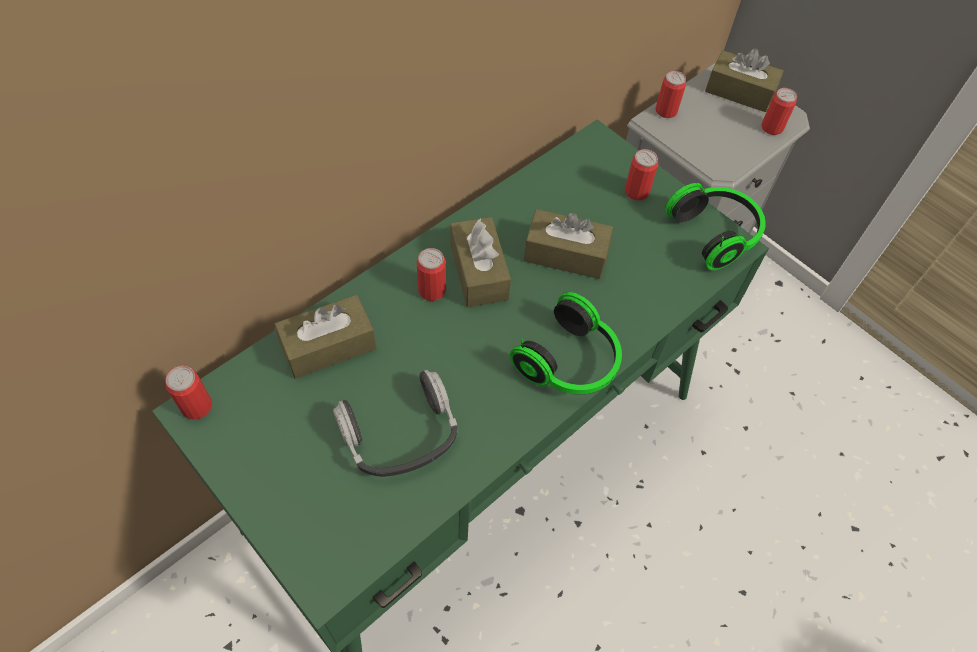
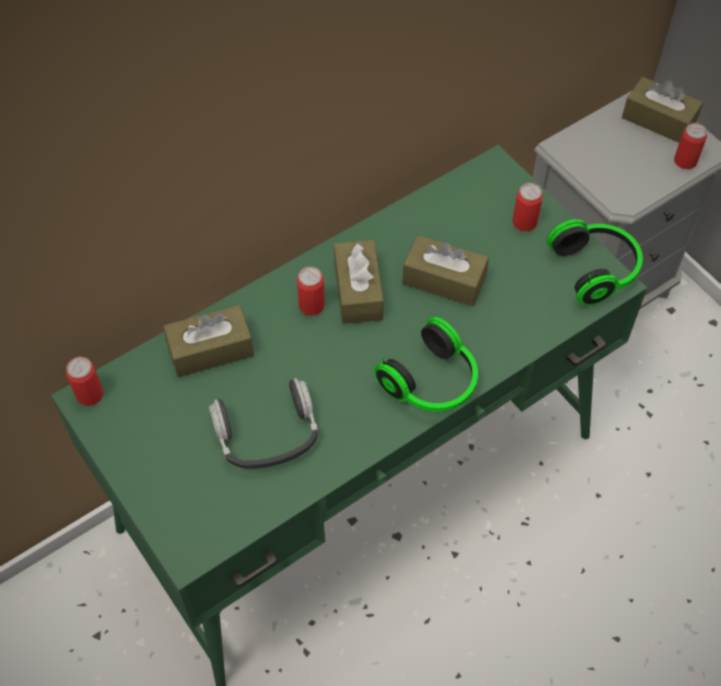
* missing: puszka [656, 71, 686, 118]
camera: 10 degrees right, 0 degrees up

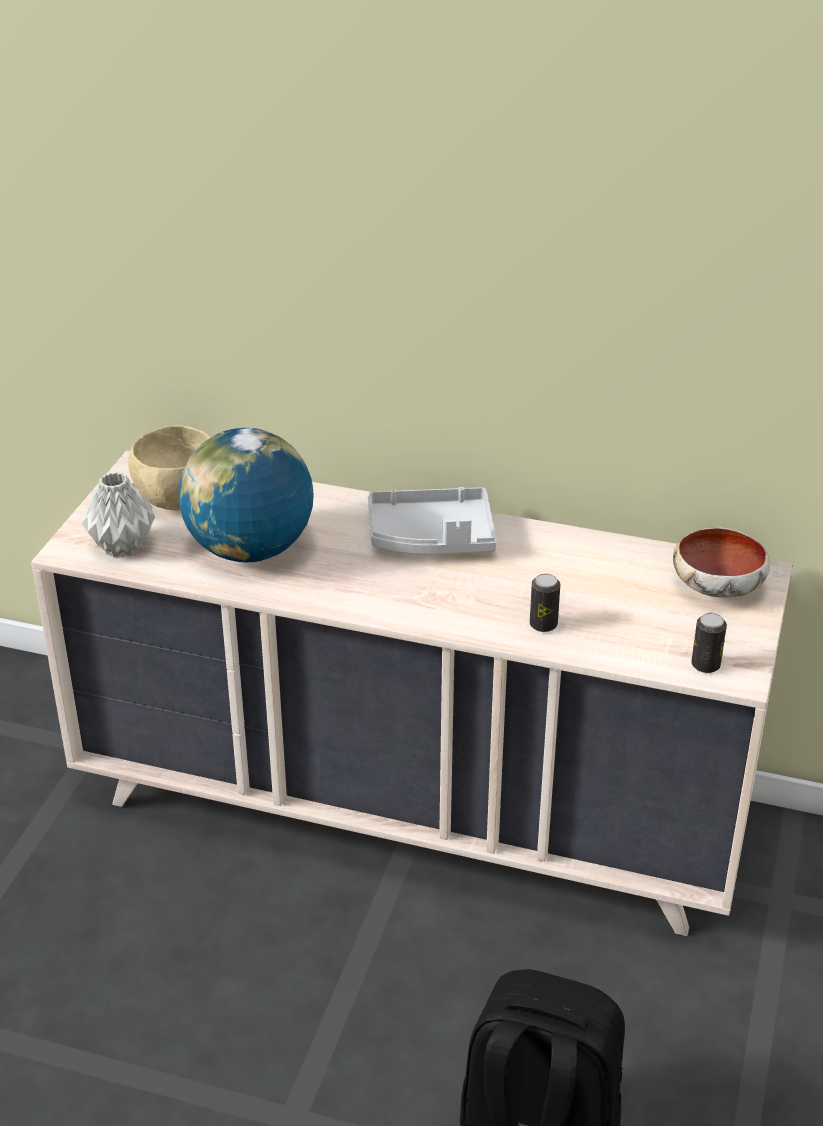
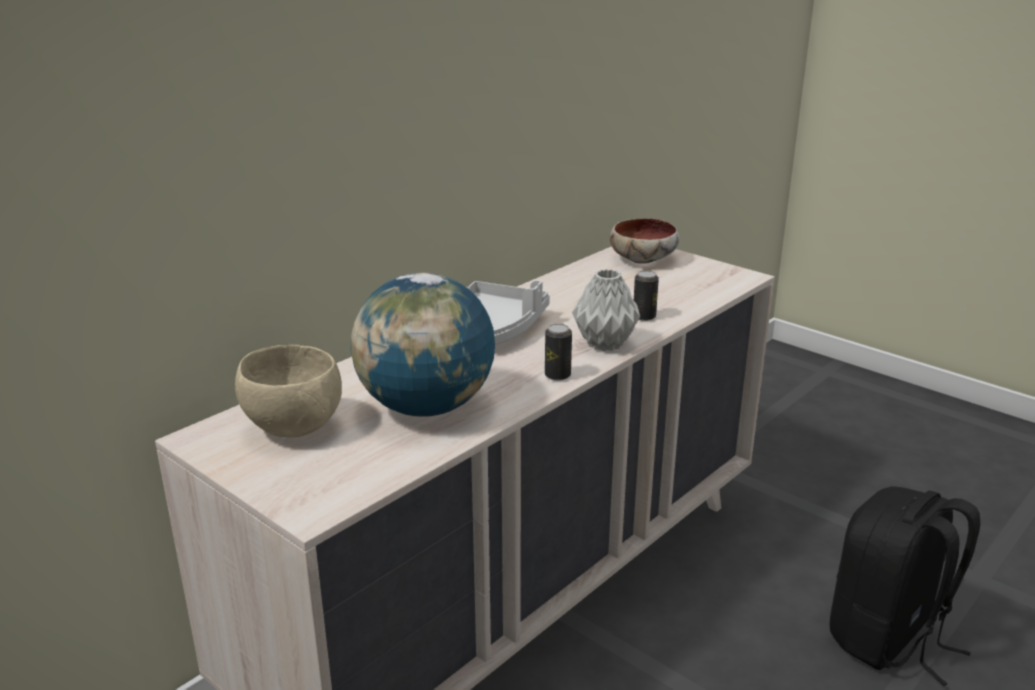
* relocated: wazon [szary] [82, 472, 155, 558] to [572, 269, 640, 351]
* relocated: puszka [691, 613, 727, 673] to [545, 324, 572, 381]
camera: 65 degrees left, 10 degrees down

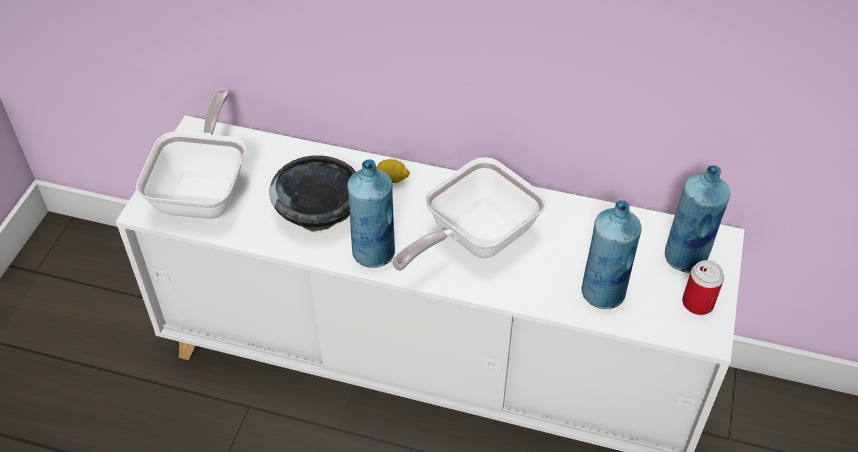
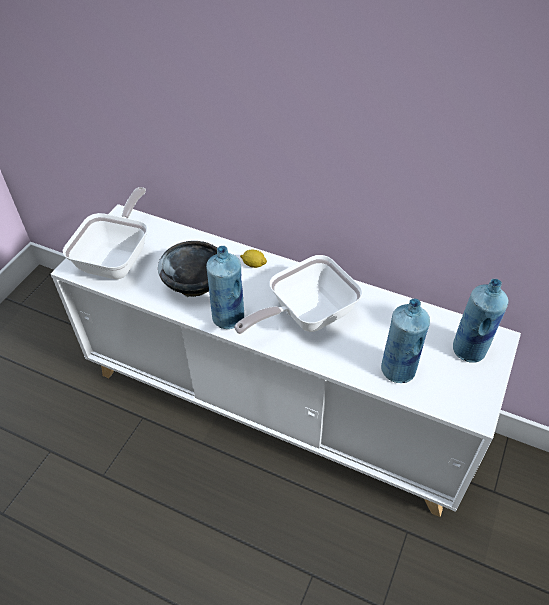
* missing: puszka [682, 260, 724, 315]
camera: 10 degrees right, 0 degrees up

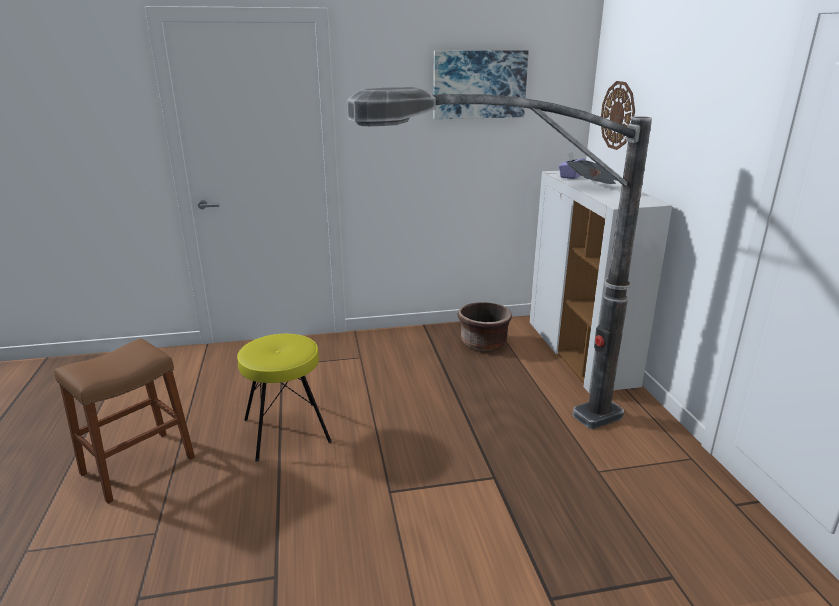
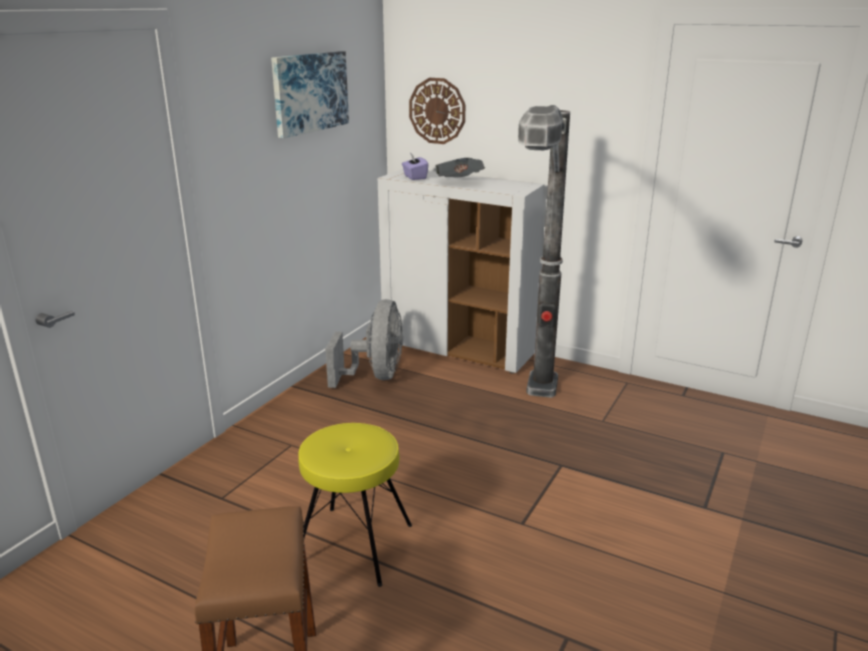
* exchanged: donica [brązowy] [457, 302, 512, 351] to wentylator [szary] [325, 299, 403, 388]
camera: 50 degrees left, 0 degrees up

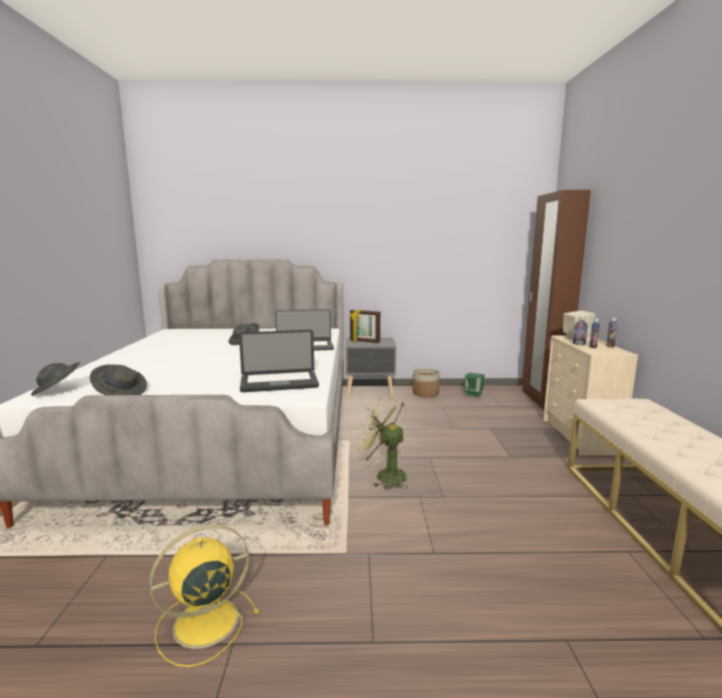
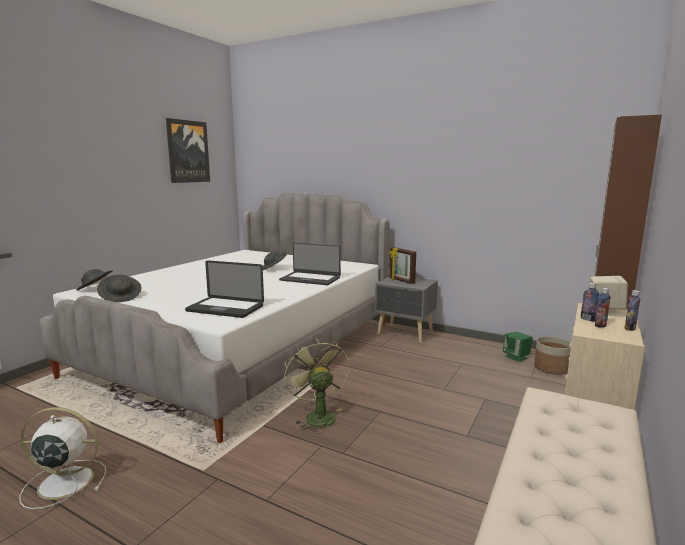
* relocated: donica [412, 368, 440, 397] to [534, 336, 571, 375]
* colour: wentylator [żółty] [149, 524, 259, 667] to wentylator [biały] [19, 407, 106, 509]
* appeared: obraz [166, 118, 210, 183]
camera: 30 degrees right, 0 degrees up

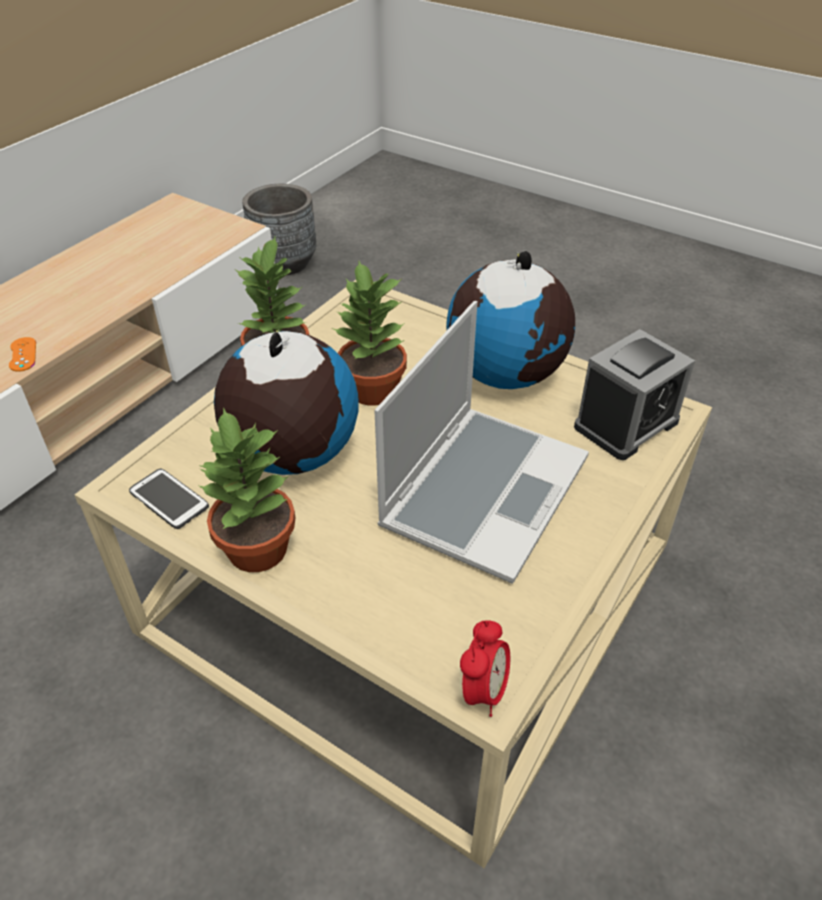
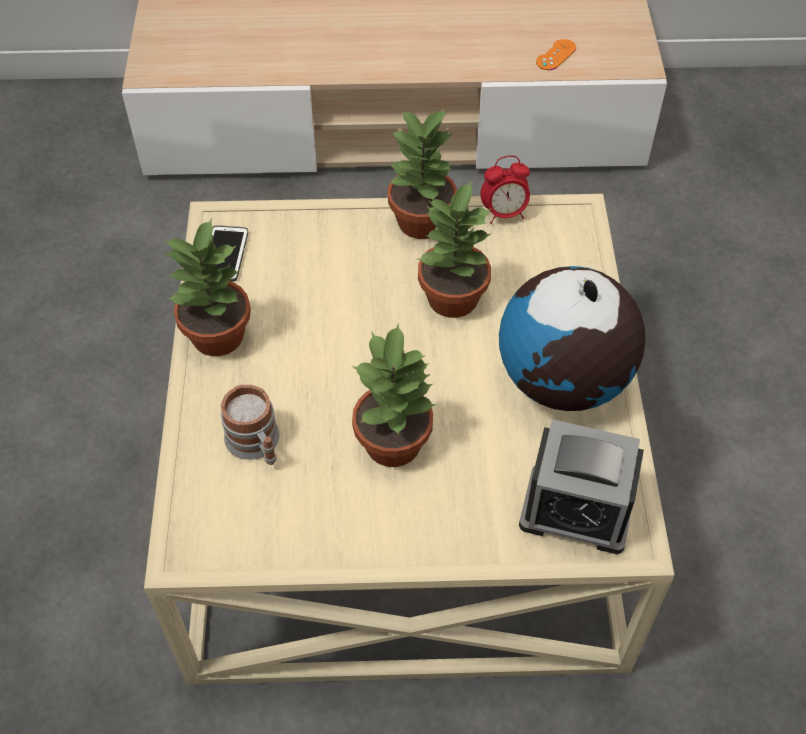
* missing: donica [szary] [242, 184, 316, 275]
* exchanged: laptop [374, 301, 589, 584] to roślina doniczkowa [352, 323, 436, 467]
* missing: globus [214, 330, 359, 475]
* relocated: pad do gier [pomarańczowy] [9, 337, 36, 372] to [536, 39, 576, 70]
* relocated: budzik [460, 620, 510, 717] to [480, 155, 530, 224]
* appeared: kubek [221, 384, 280, 465]
camera: 55 degrees right, 10 degrees up

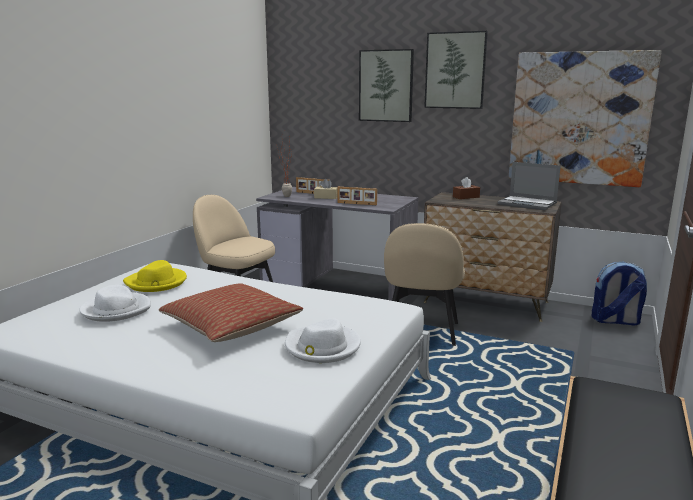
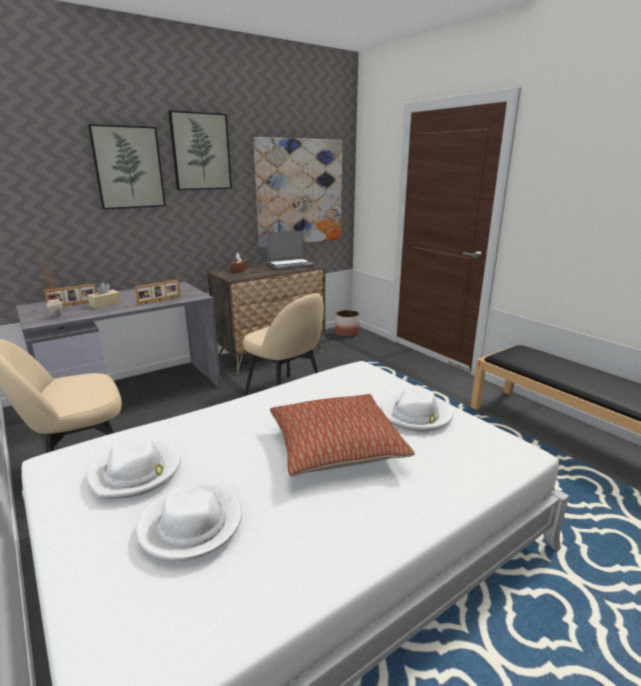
* colour: kapelusz [żółty] [123, 260, 187, 292] to kapelusz [biały] [87, 436, 181, 499]
* exchanged: plecak [592, 262, 647, 326] to donica [335, 310, 360, 337]
camera: 60 degrees left, 5 degrees up

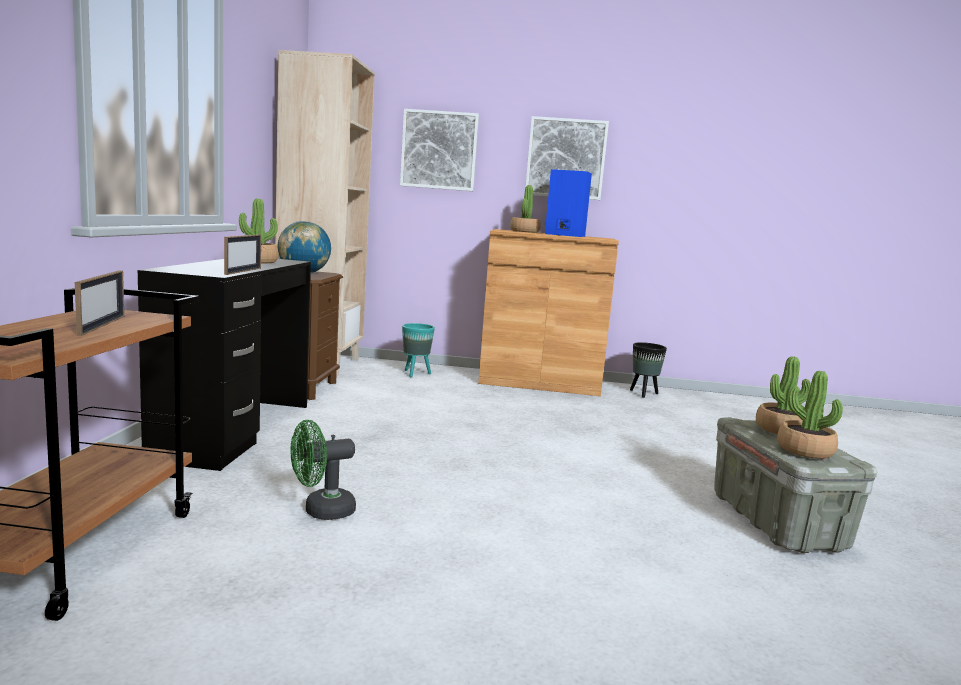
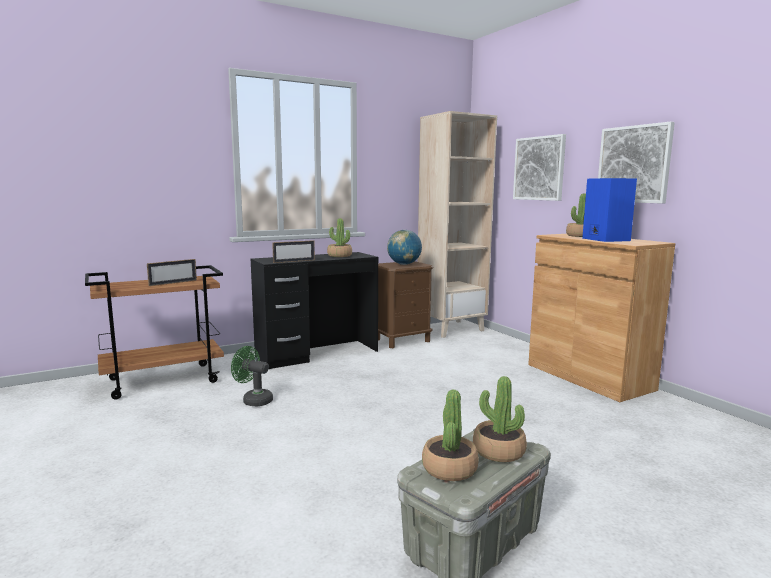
* missing: donica [turkusowy] [402, 323, 435, 377]
* missing: donica [czarny] [630, 342, 667, 398]
camera: 55 degrees right, 0 degrees up

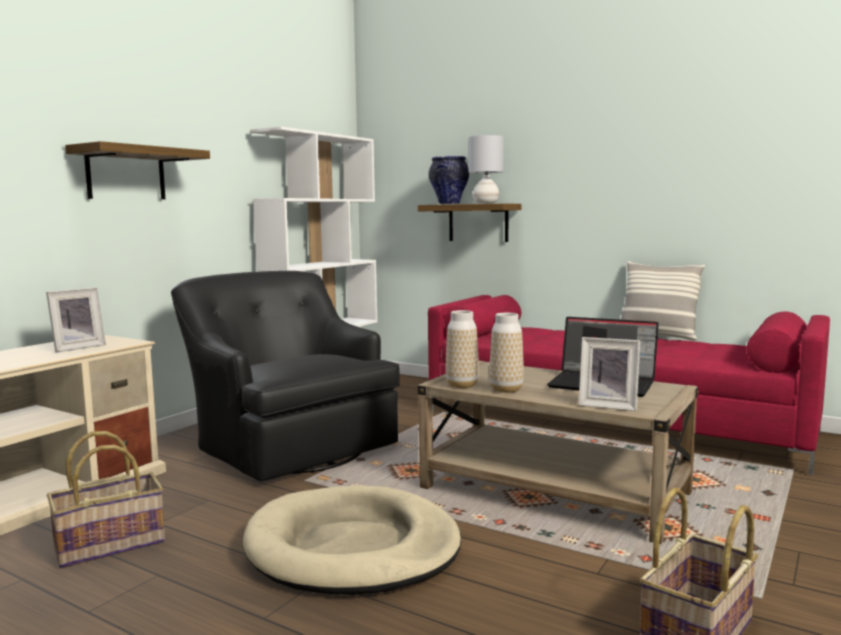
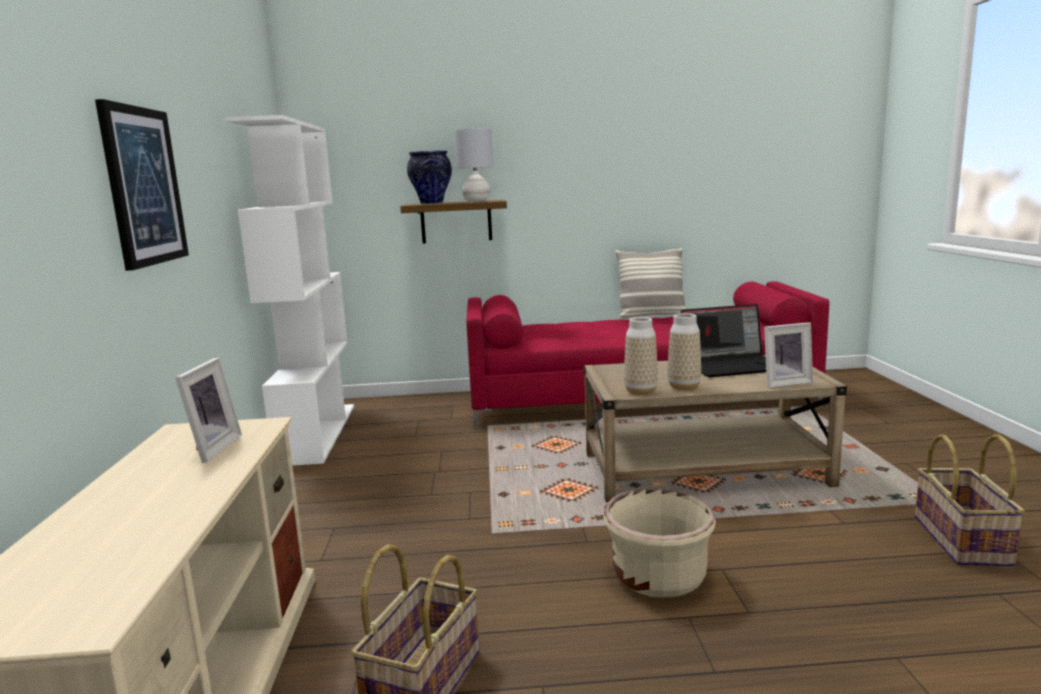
* exchanged: półka [65, 141, 210, 199] to obraz [95, 99, 189, 271]
* missing: fotel [czarny] [171, 271, 400, 482]
* exchanged: legowisko [beżowy] [243, 485, 461, 595] to donica [beżowy] [603, 489, 716, 598]
camera: 35 degrees left, 5 degrees up

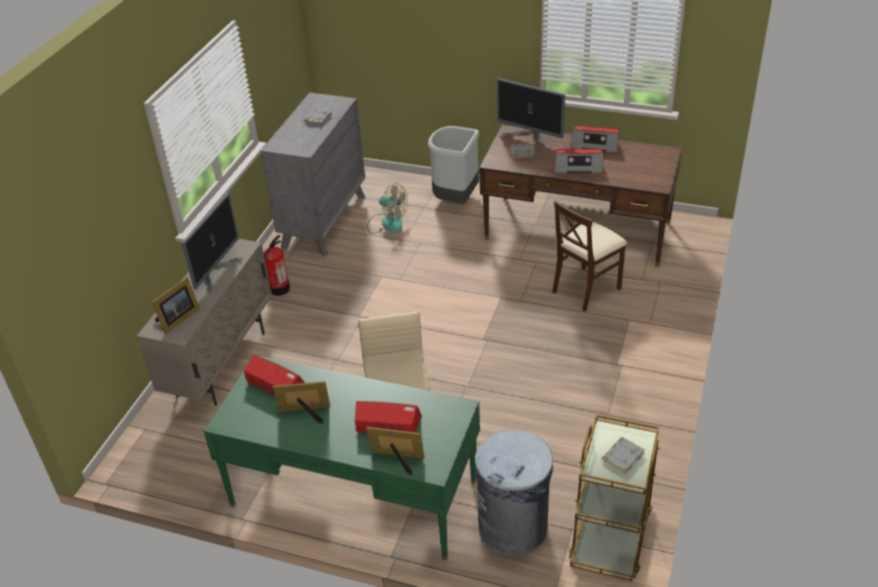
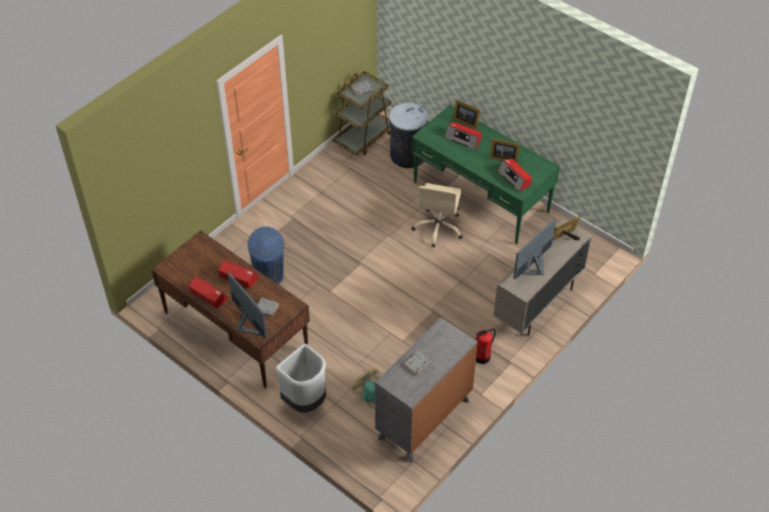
* exchanged: krzesło [beżowy] [552, 200, 627, 312] to kosz na śmieci [niebieski] [248, 226, 284, 284]
camera: 160 degrees left, 10 degrees up

